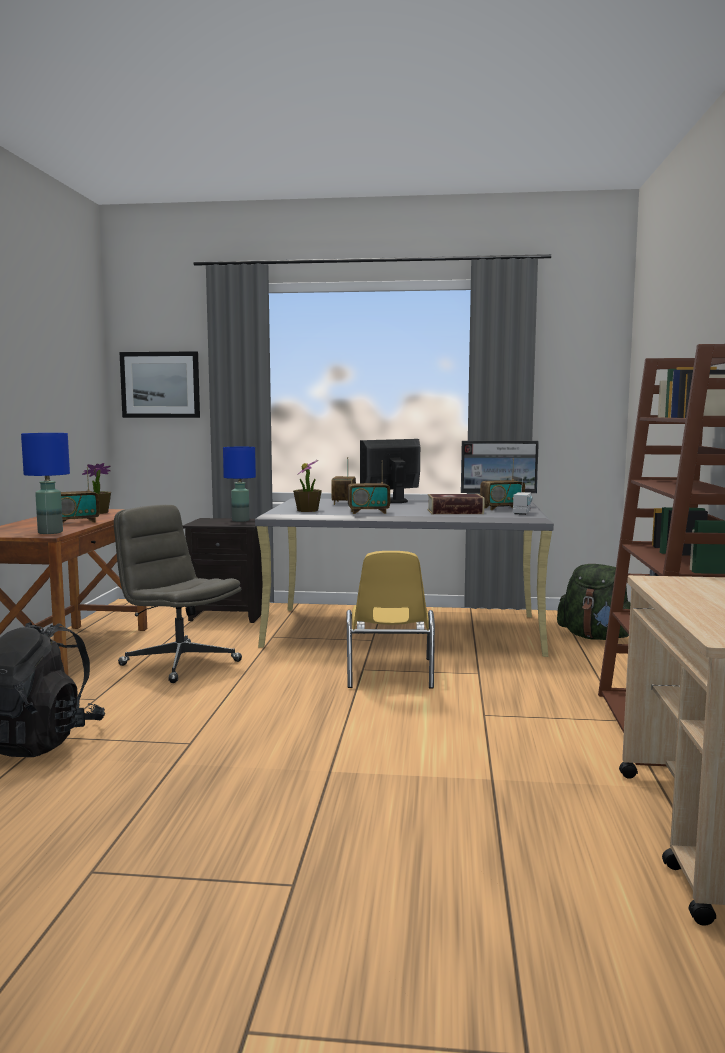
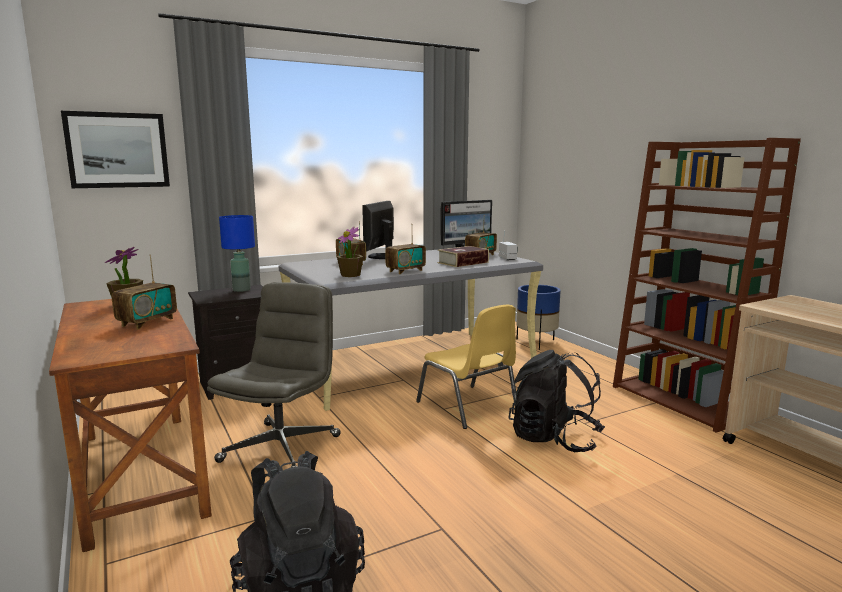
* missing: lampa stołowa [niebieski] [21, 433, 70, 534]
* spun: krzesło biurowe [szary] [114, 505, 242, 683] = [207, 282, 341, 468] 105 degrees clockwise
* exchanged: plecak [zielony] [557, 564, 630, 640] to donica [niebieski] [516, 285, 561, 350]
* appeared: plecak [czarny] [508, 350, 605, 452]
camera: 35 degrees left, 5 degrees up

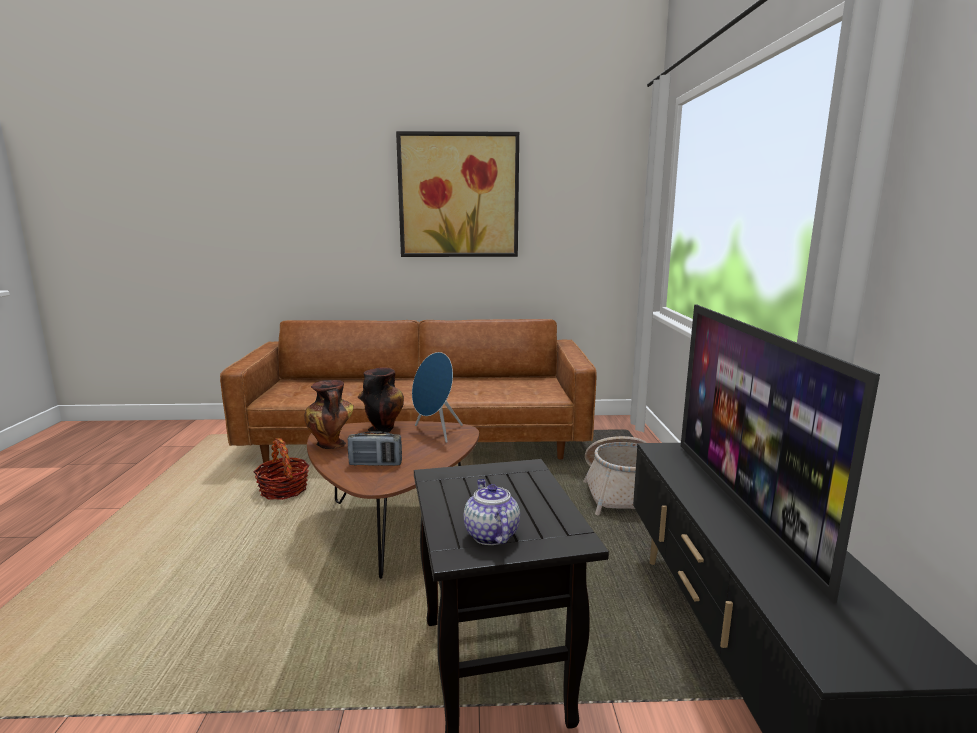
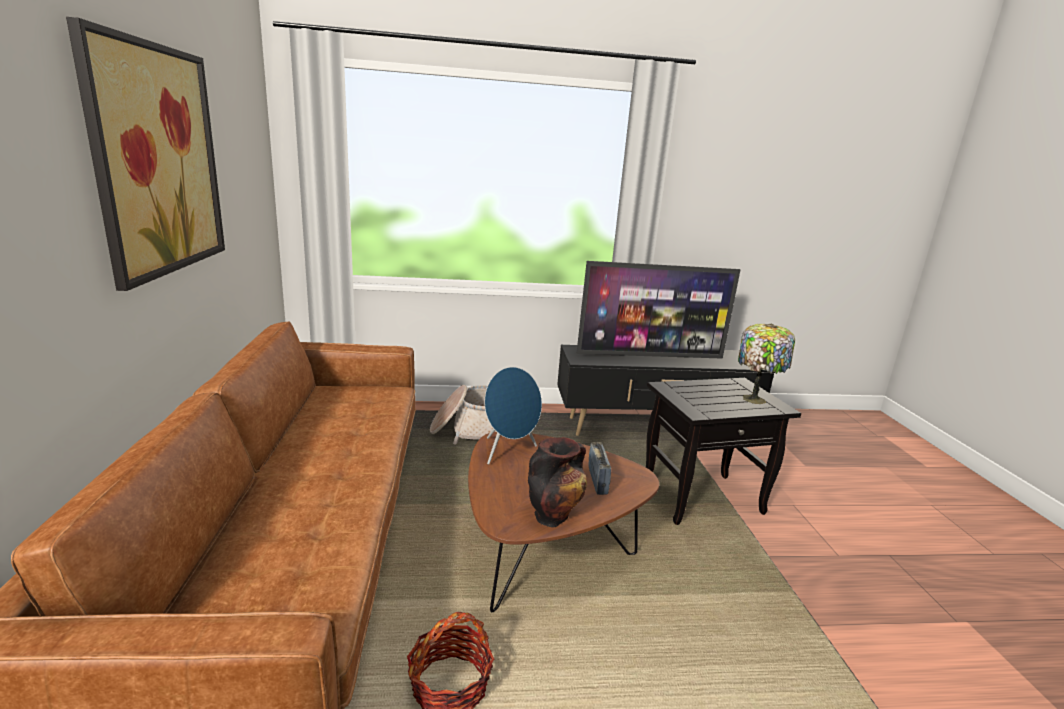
* missing: wazon [358, 367, 404, 434]
* exchanged: imbryk [463, 479, 520, 545] to lampa stołowa [738, 324, 795, 404]
camera: 95 degrees left, 5 degrees up

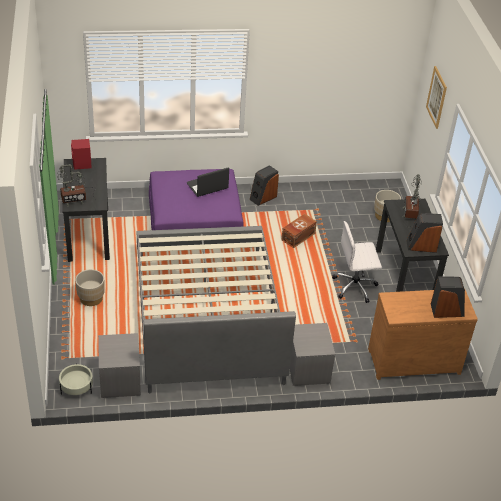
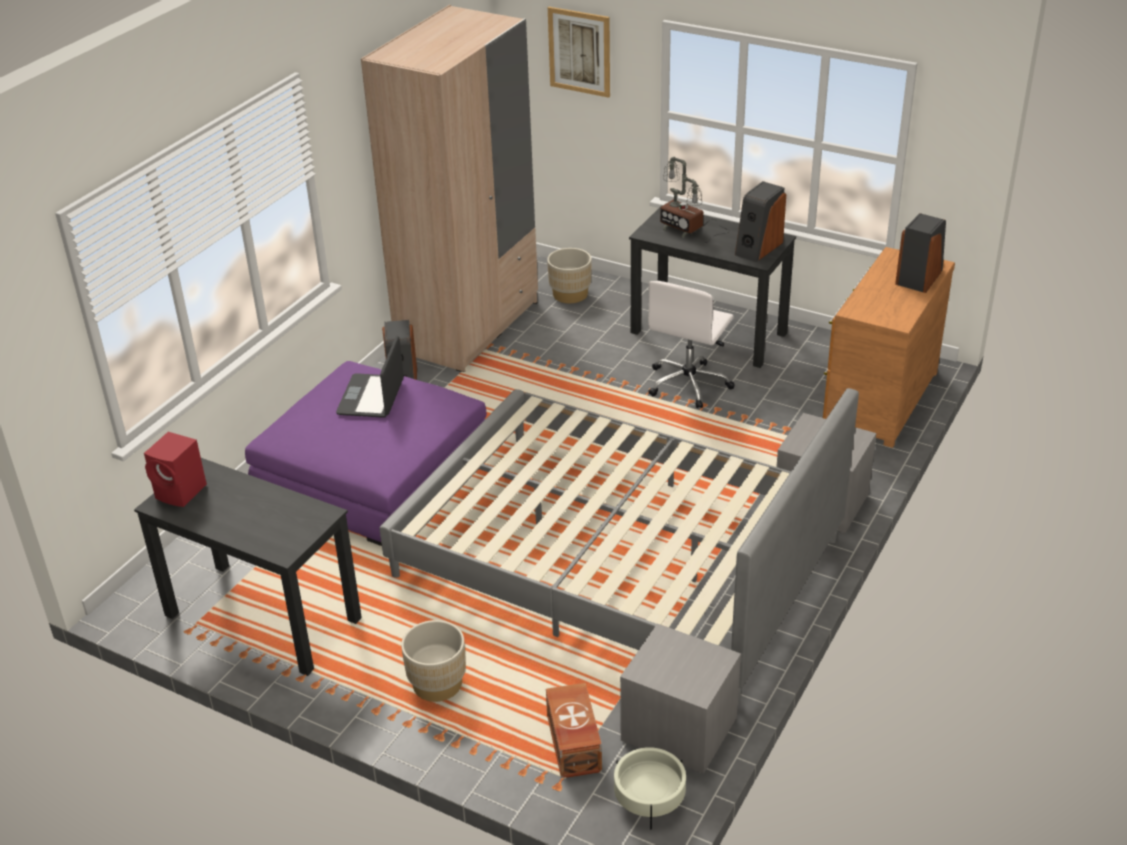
* missing: lampa stołowa [57, 164, 96, 207]
* relocated: pojemnik do przechowywania [brązowy] [282, 214, 317, 248] to [546, 683, 602, 778]
* appeared: szafa [beżowy] [361, 5, 538, 372]
camera: 50 degrees left, 5 degrees down

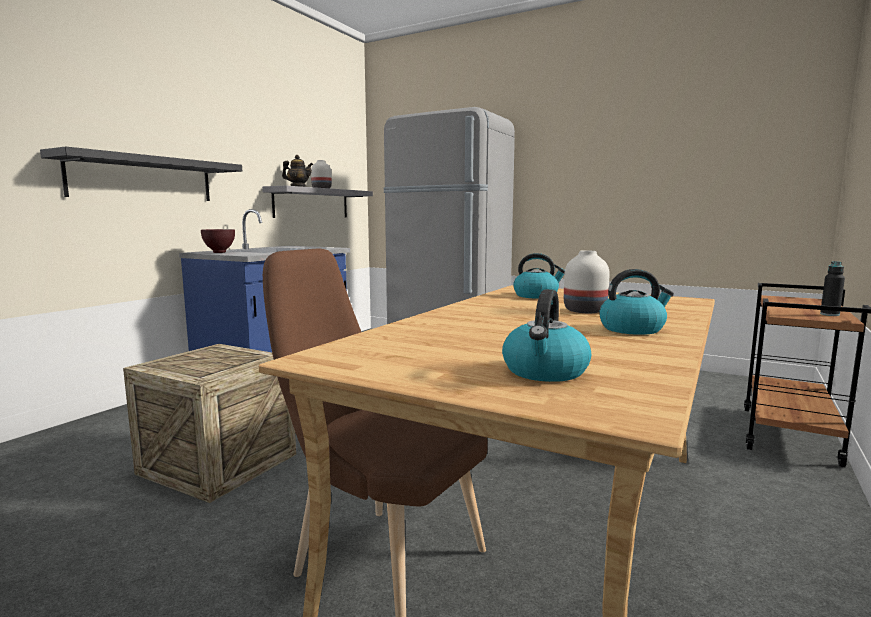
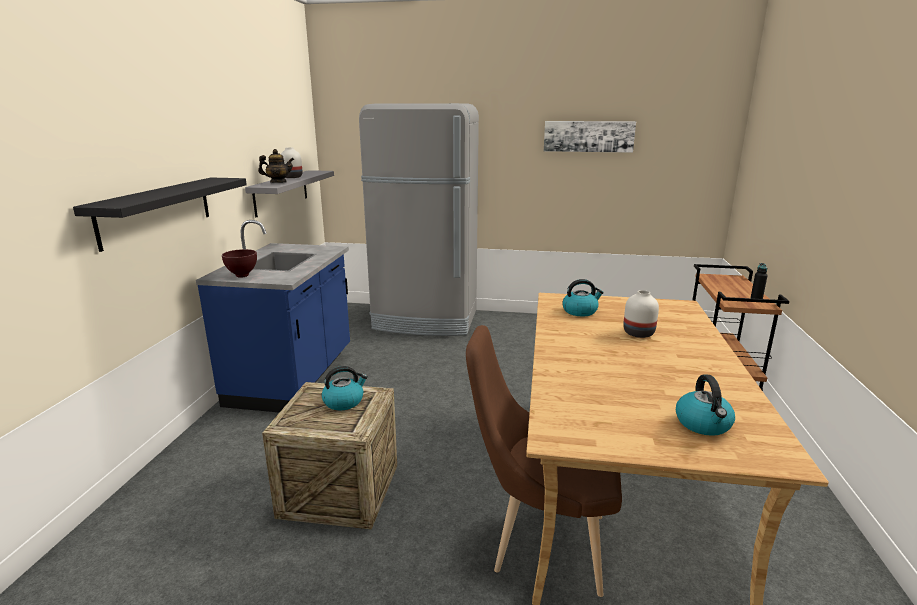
* relocated: czajnik [599, 269, 674, 335] to [322, 366, 368, 410]
* appeared: obraz [544, 121, 636, 153]
camera: 20 degrees left, 10 degrees up

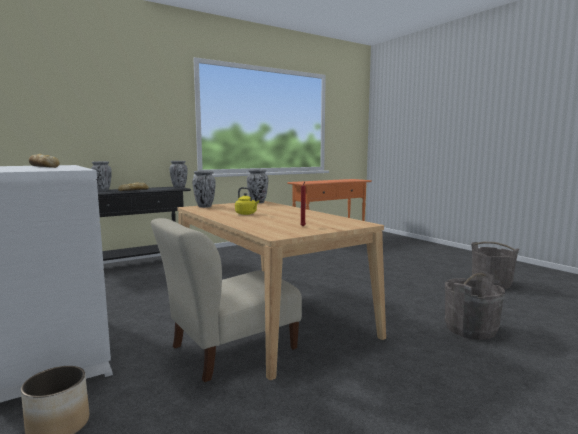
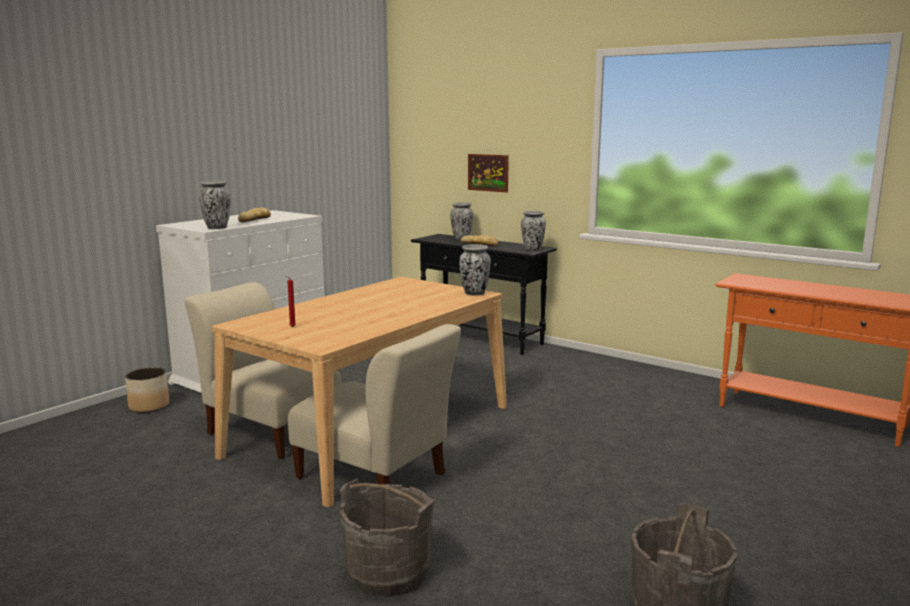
* relocated: wazon [192, 171, 216, 208] to [199, 181, 231, 229]
* missing: czajnik [żółty] [235, 187, 259, 215]
* appeared: obraz [468, 154, 509, 193]
* appeared: krzesło [beżowy] [288, 324, 461, 485]
camera: 70 degrees right, 5 degrees up

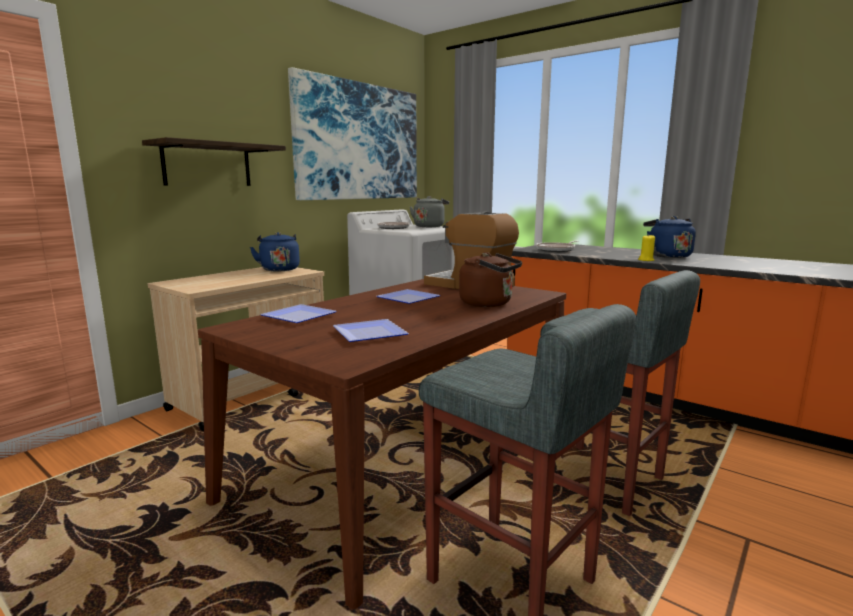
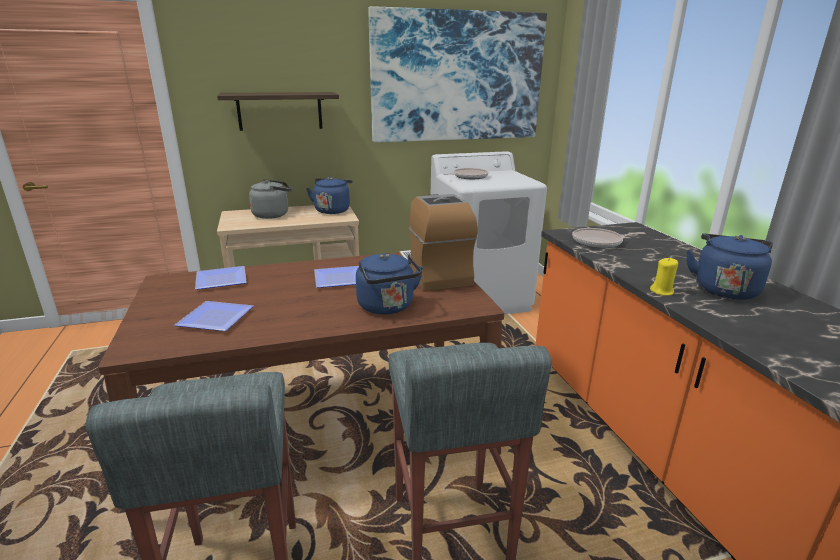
* relocated: czajnik [szary] [410, 196, 449, 227] to [249, 179, 291, 219]
* colour: czajnik [brązowy] [459, 252, 522, 307] to czajnik [niebieski] [356, 253, 423, 314]
camera: 35 degrees right, 10 degrees up

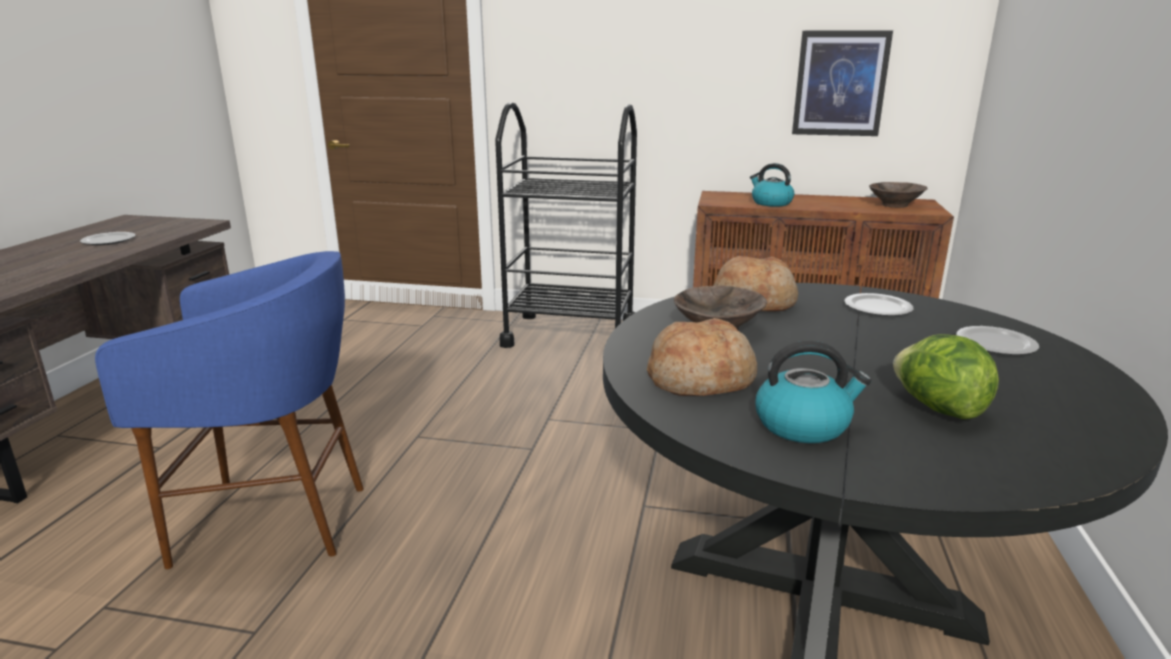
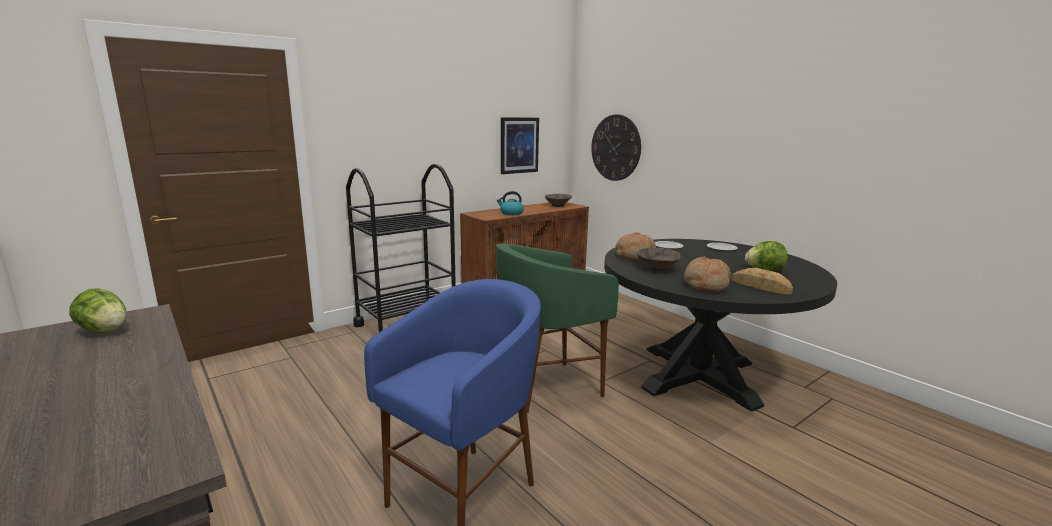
* missing: talerz [80, 232, 135, 245]
* exchanged: czajnik [756, 341, 872, 443] to chleb [731, 268, 793, 294]
* appeared: zegar ścienny [591, 114, 641, 181]
* appeared: stołek [zielony] [496, 243, 619, 413]
* appeared: sałata [69, 288, 126, 333]
camera: 50 degrees left, 5 degrees down

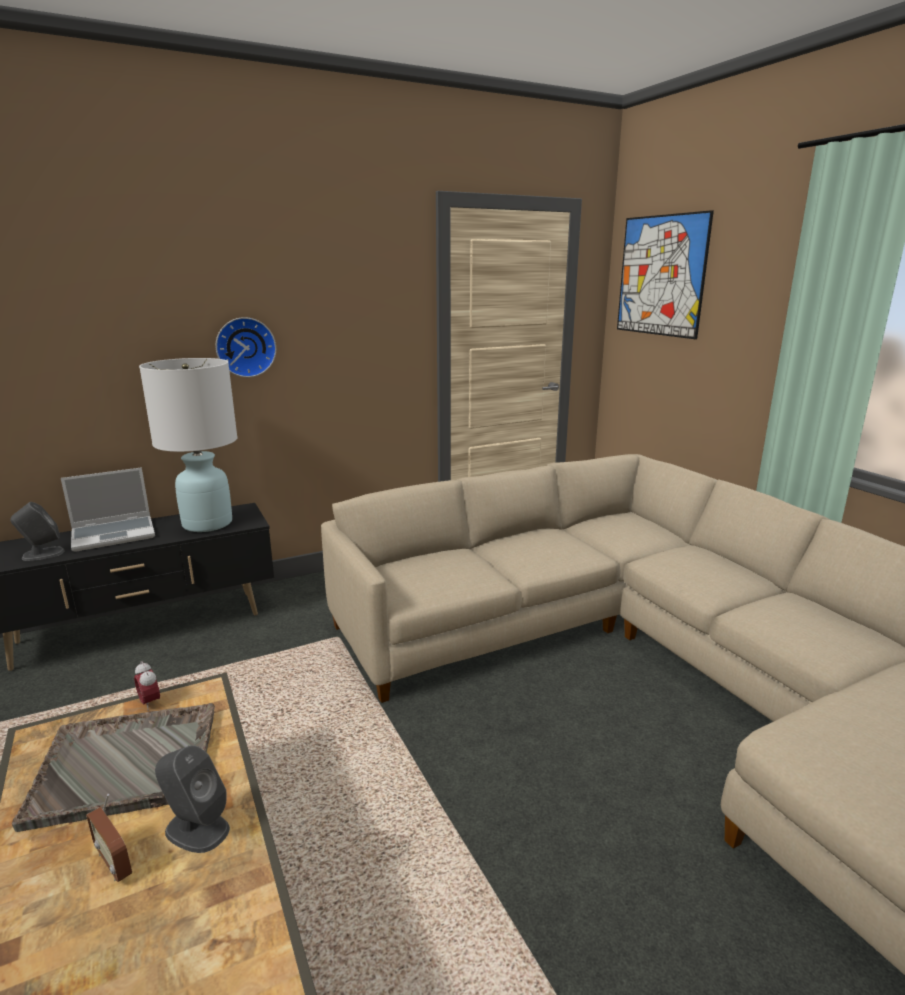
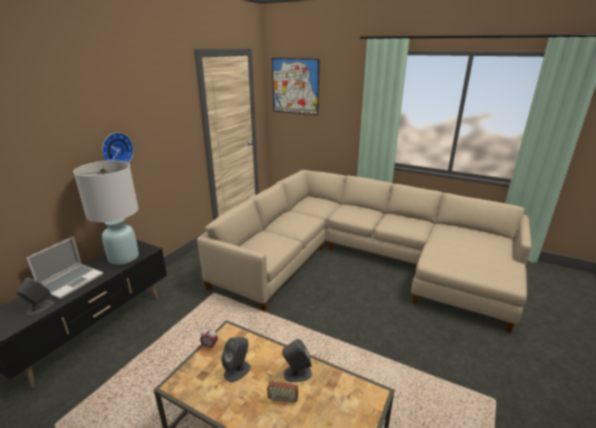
* exchanged: taca [szary] [12, 703, 215, 832] to głośnik [szary] [221, 337, 251, 382]
camera: 35 degrees left, 5 degrees up

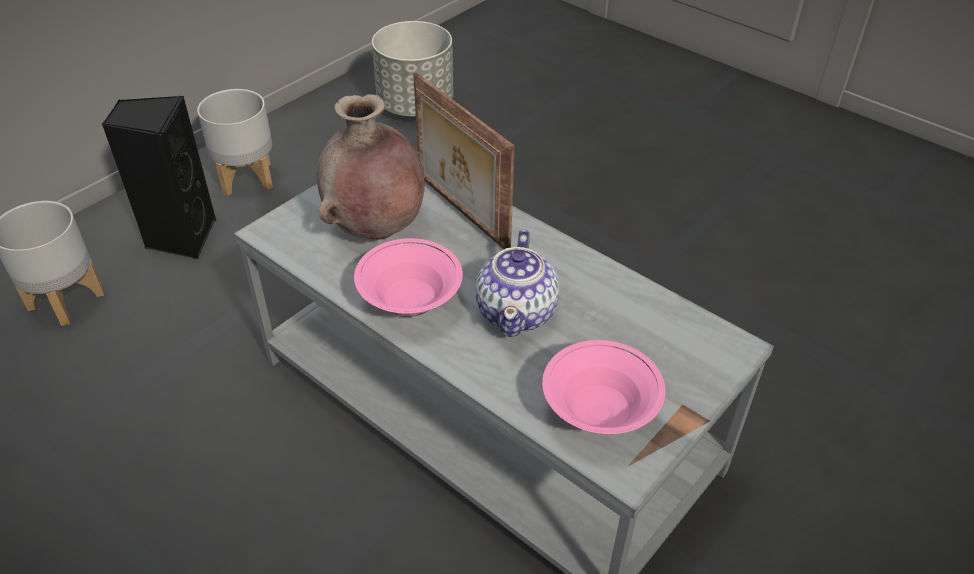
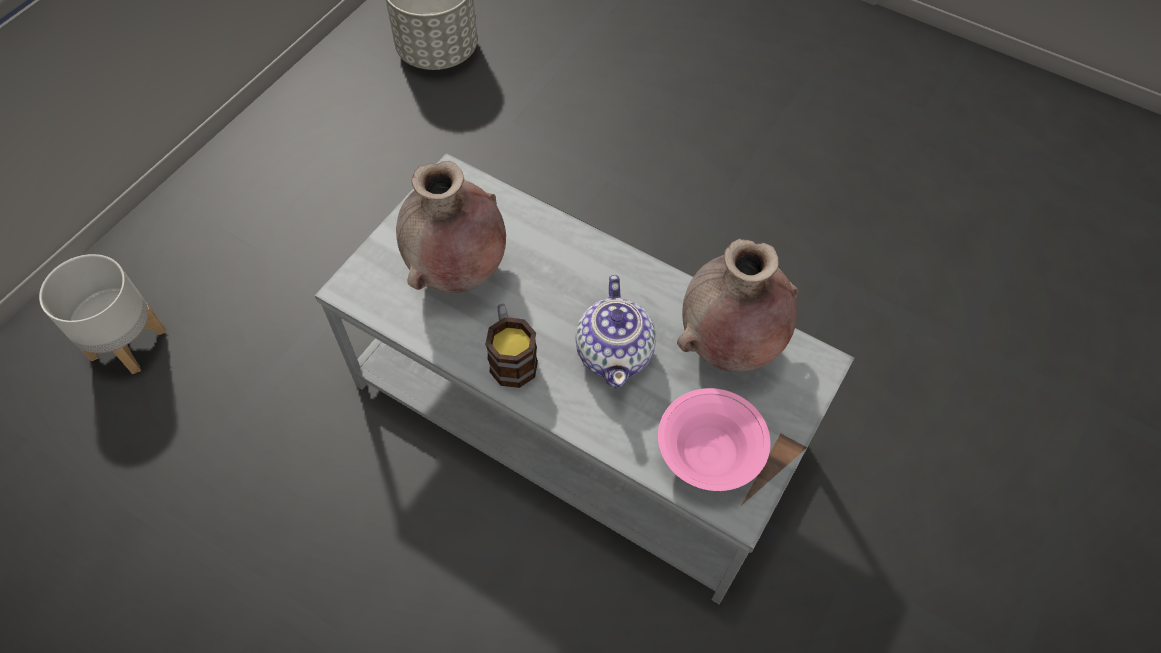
* missing: ramka na zdjęcie [413, 73, 515, 249]
* missing: donica [szary] [197, 89, 273, 196]
* missing: głośnik [czarny] [102, 96, 216, 259]
* exchanged: miska [różowy] [354, 238, 463, 317] to kubek [485, 304, 538, 388]
* appeared: wazon [brązowy] [677, 238, 799, 372]
camera: 10 degrees left, 15 degrees up

